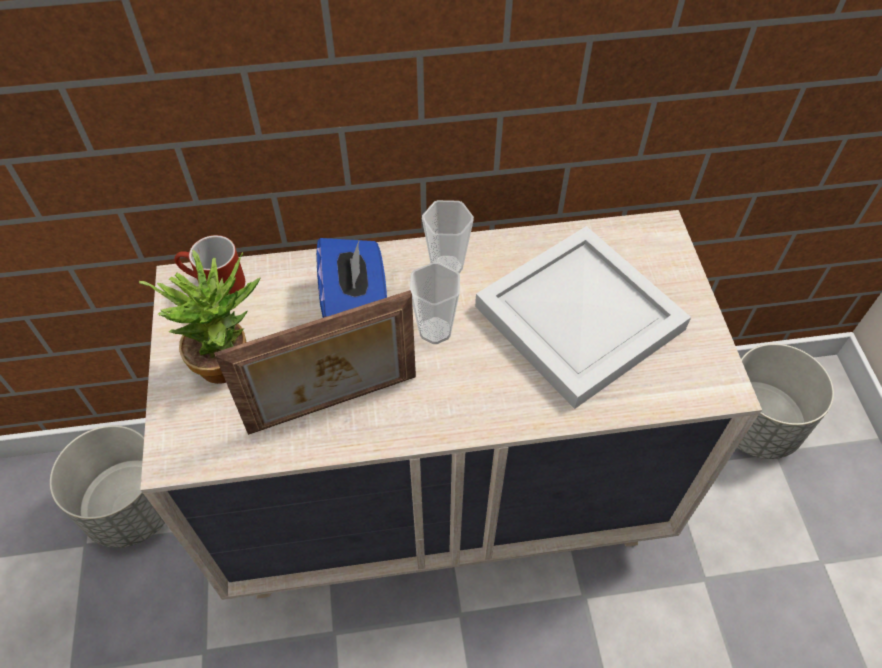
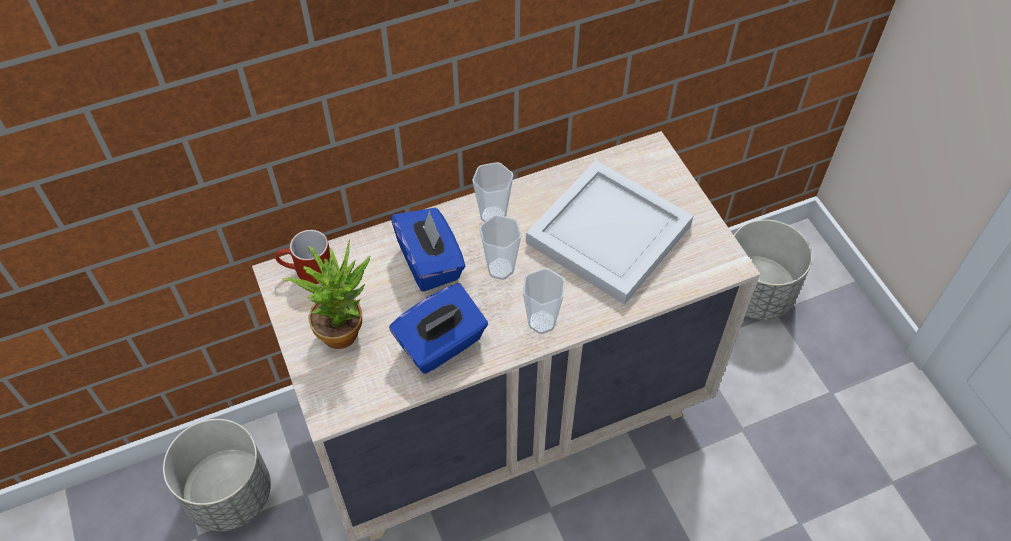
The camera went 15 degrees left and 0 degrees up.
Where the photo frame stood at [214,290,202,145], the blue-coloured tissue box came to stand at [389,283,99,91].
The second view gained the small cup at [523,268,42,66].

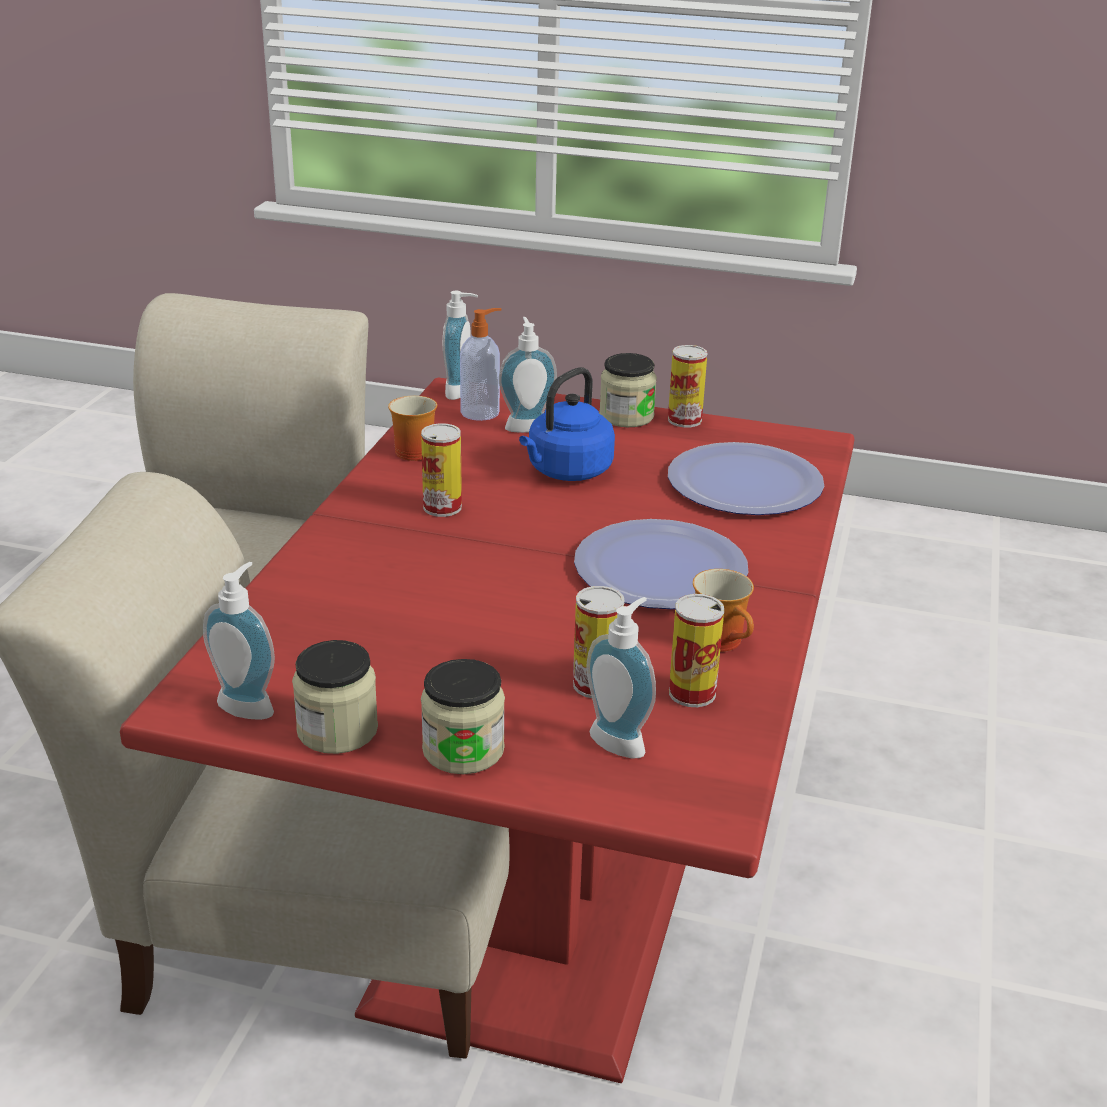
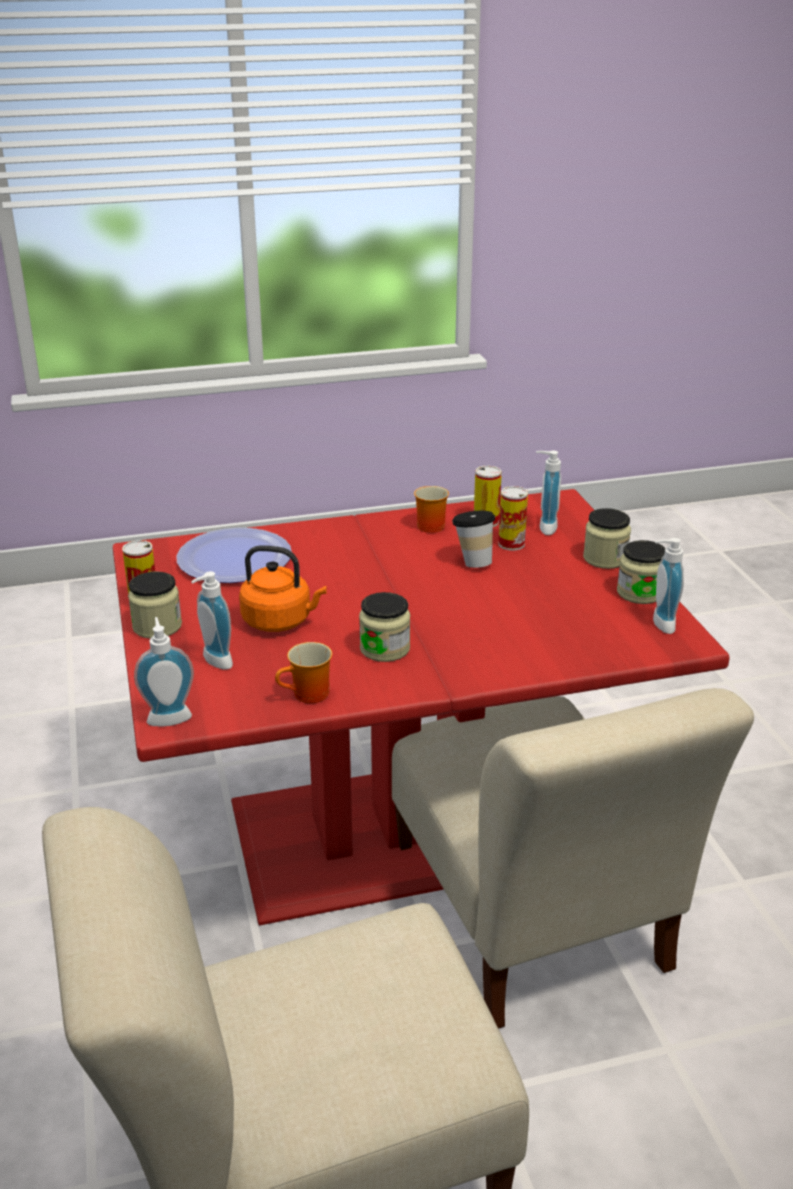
The camera went 120 degrees left and 0 degrees up.
The second view lost the soap bottle at [460,308,41,113].
What was the blue-coloured kettle at [519,367,96,114] turned into the orangey kettle at [239,545,88,87].
Where the can stood at [421,423,41,94], the preserve jar came to stand at [359,592,51,70].
The second view lost the plate at [574,519,174,90].
The second view gained the small cup at [452,511,43,57].

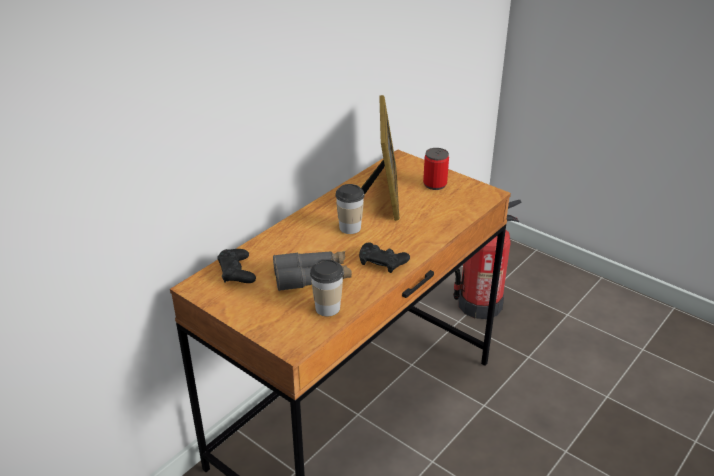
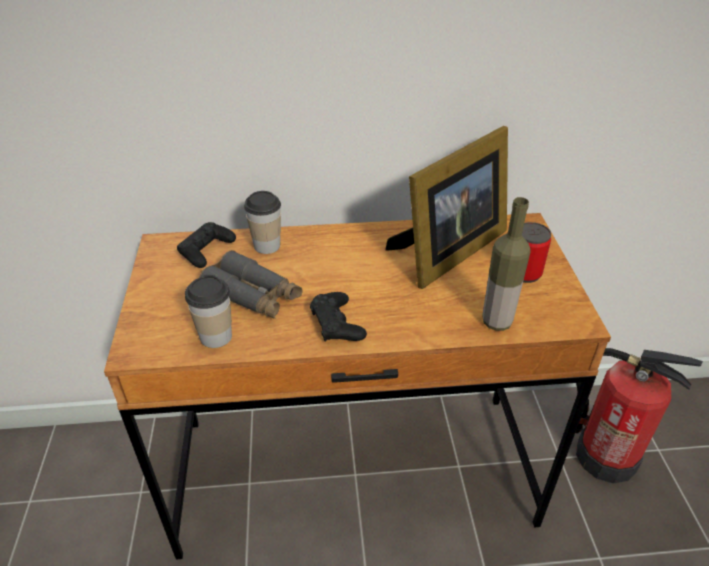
The camera went 45 degrees right and 5 degrees up.
The small cup ended up elsewhere, having gone from [336,184,29,50] to [244,191,37,63].
The second view gained the bottle at [482,197,49,134].

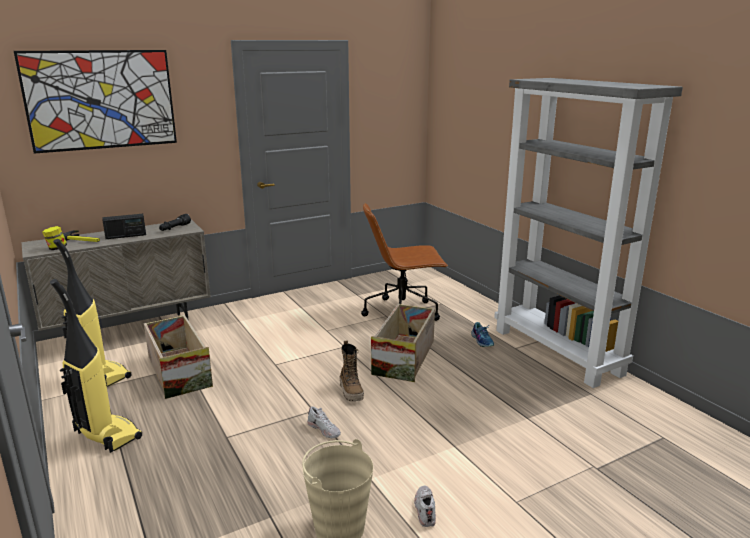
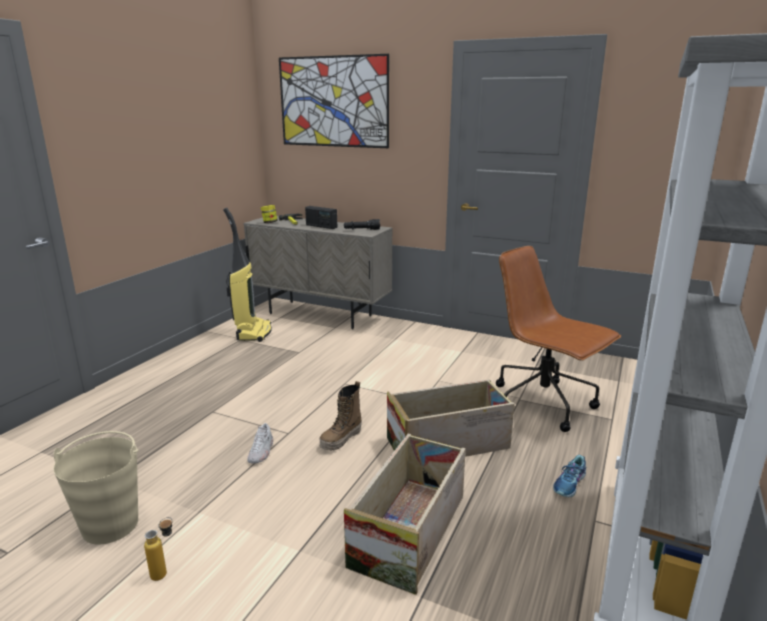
The camera went 55 degrees right and 0 degrees up.
The second view lost the vacuum cleaner at [50,279,92,174].
The crate ended up elsewhere, having gone from [144,315,69,84] to [344,434,122,161].
Where the whitish item of footwear stood at [414,485,22,42], the bottle came to stand at [144,517,29,64].

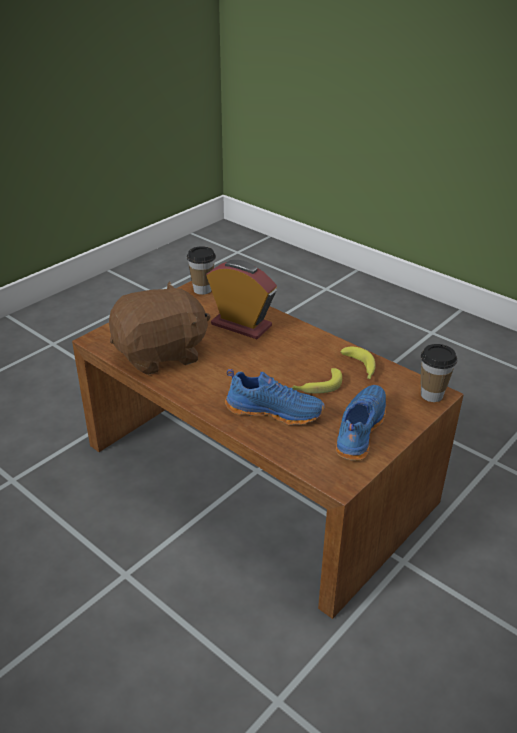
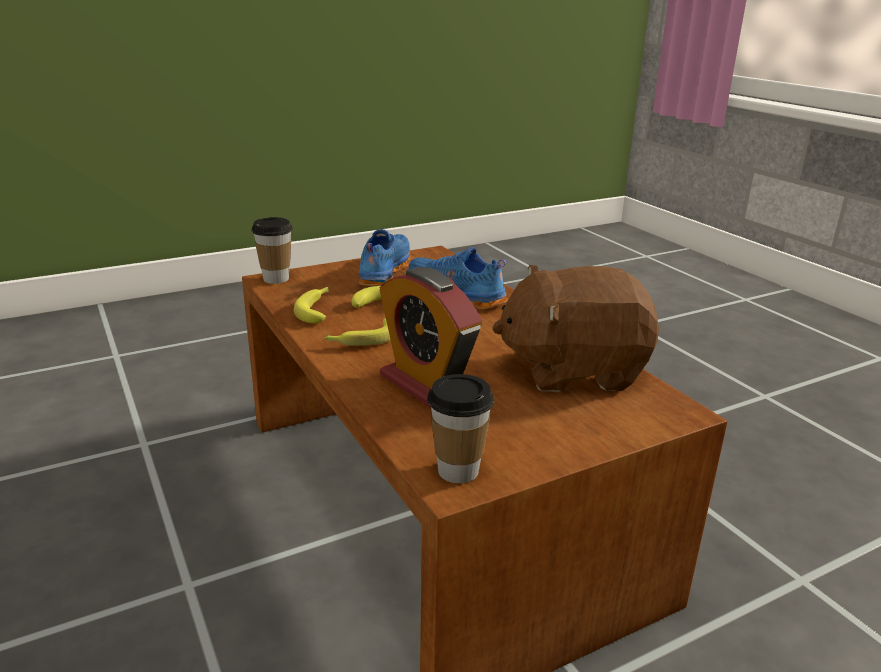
The camera went 160 degrees left and 10 degrees down.
The blue-coloured item of footwear at [336,385,50,76] ended up facing another way, 150 degrees clockwise from before.
The second view gained the banana at [324,318,67,28].

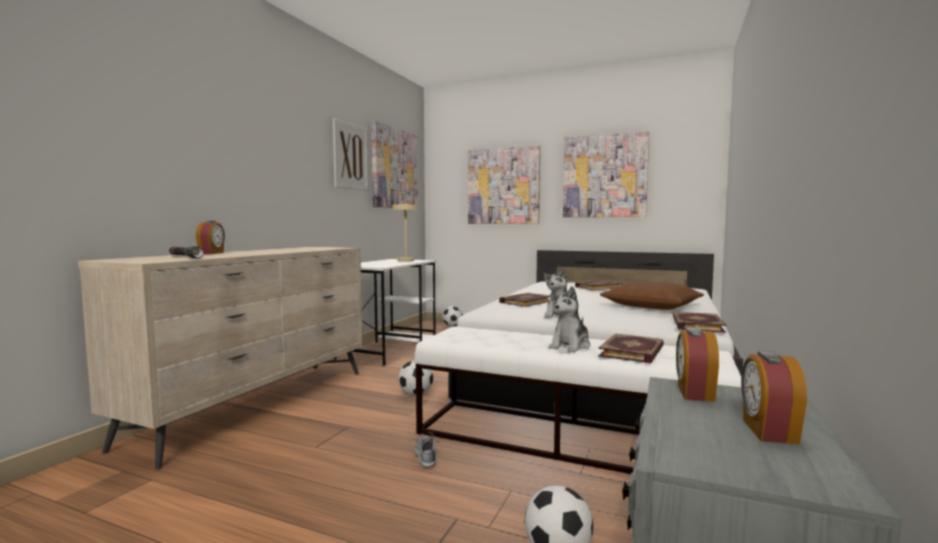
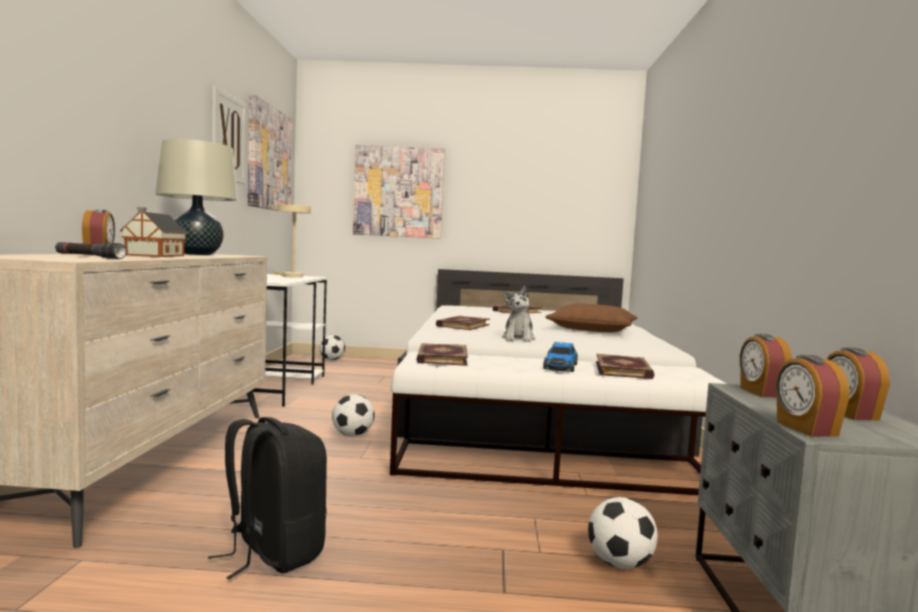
The camera went 20 degrees left and 0 degrees up.
The second view lost the wall art at [563,131,86,86].
Where the soft toy stood at [549,286,41,66], the model car came to stand at [543,342,35,30].
The bound book ended up elsewhere, having gone from [673,312,53,21] to [416,343,52,23].
The second view lost the item of footwear at [412,432,28,36].
The second view gained the beige table lamp at [155,139,83,116].
The second view gained the miniature house at [120,207,67,50].
The second view gained the alarm clock at [775,355,75,82].
The second view gained the black rucksack at [208,417,119,162].

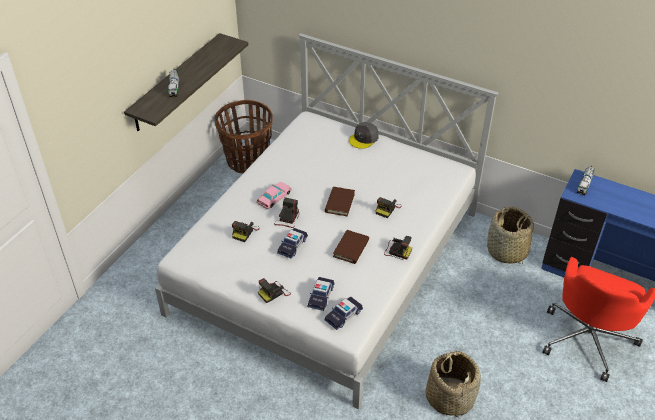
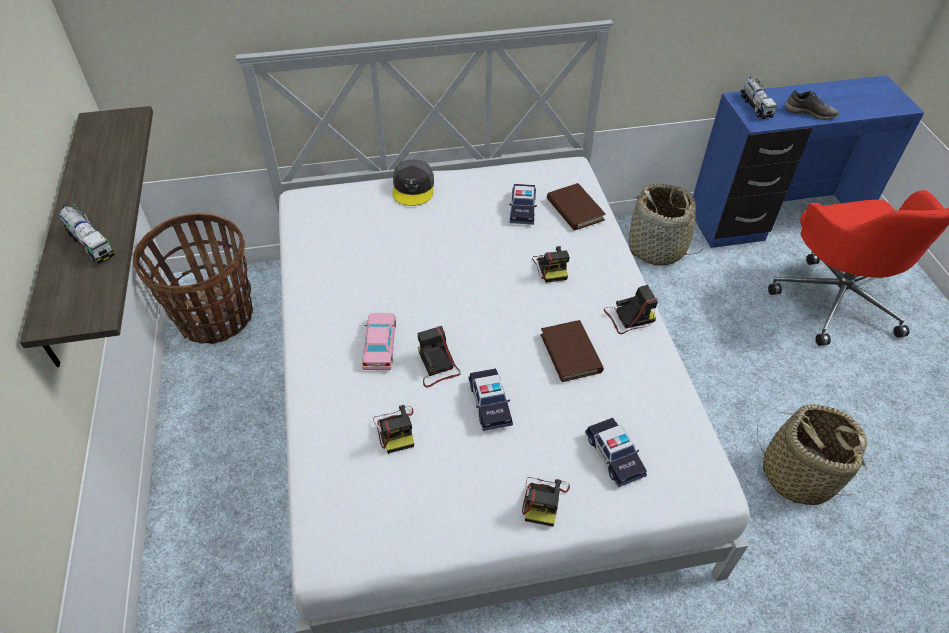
The camera went 40 degrees left and 5 degrees up.
The brown-coloured bound book ended up elsewhere, having gone from [325,187,30,29] to [547,183,59,48].
The model car ended up elsewhere, having gone from [324,297,39,33] to [509,184,28,41].
The second view gained the gray item of footwear at [784,90,55,29].

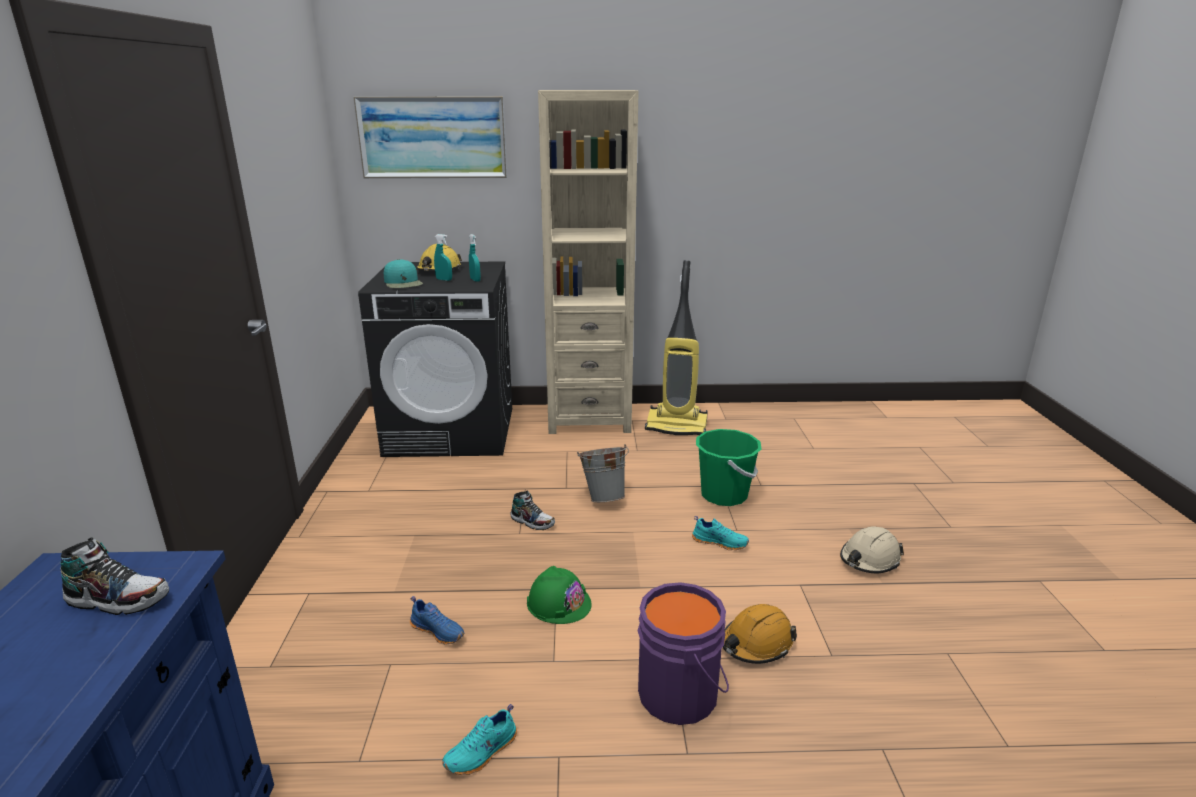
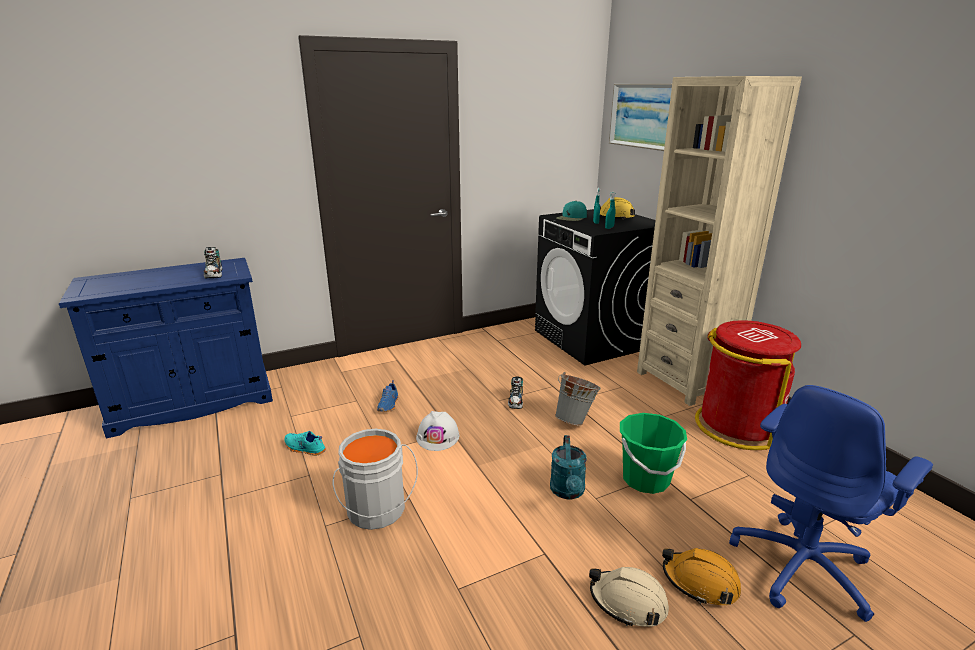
The camera went 65 degrees right and 0 degrees up.
Where the vacuum cleaner stood at [645,260,63,175], the red-coloured rubbish bin came to stand at [695,320,106,130].
Where the blue-green item of footwear stood at [692,516,57,34], the blue-green watering can came to stand at [550,435,37,64].
What was the green work helmet at [527,566,64,58] turned into the whitish work helmet at [416,411,43,40].
What was the purple-coloured water bucket at [638,582,91,143] turned into the gray water bucket at [333,429,85,101].
The orangey work helmet ended up elsewhere, having gone from [722,604,75,60] to [662,548,79,57].
The second view gained the blue-coloured computer chair at [729,385,204,237].

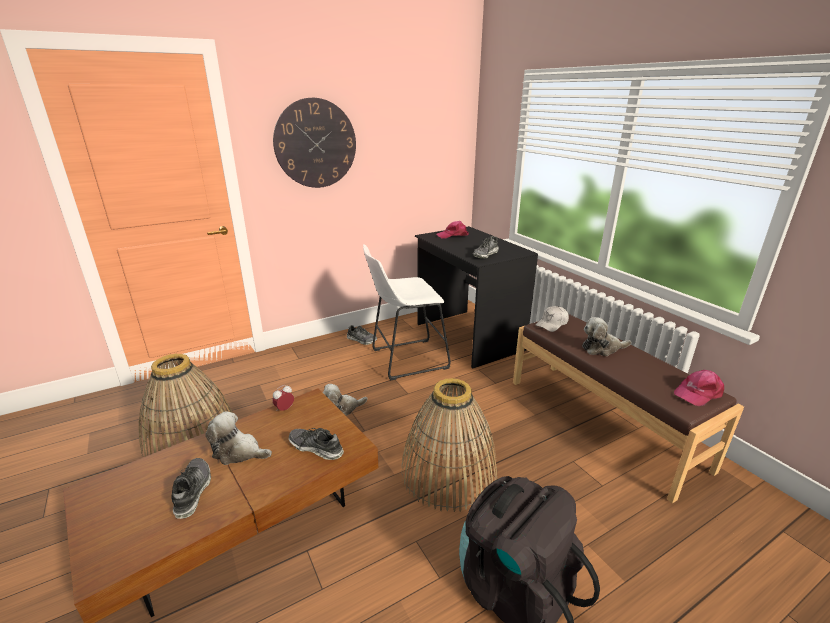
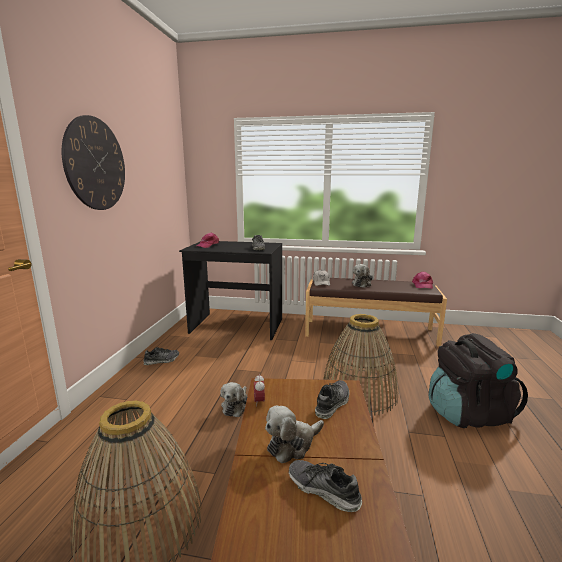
The camera went 50 degrees left and 10 degrees down.
The second view lost the whitish stool at [363,244,88,137].
The item of footwear at [288,428,56,32] ended up facing another way, 150 degrees clockwise from before.

